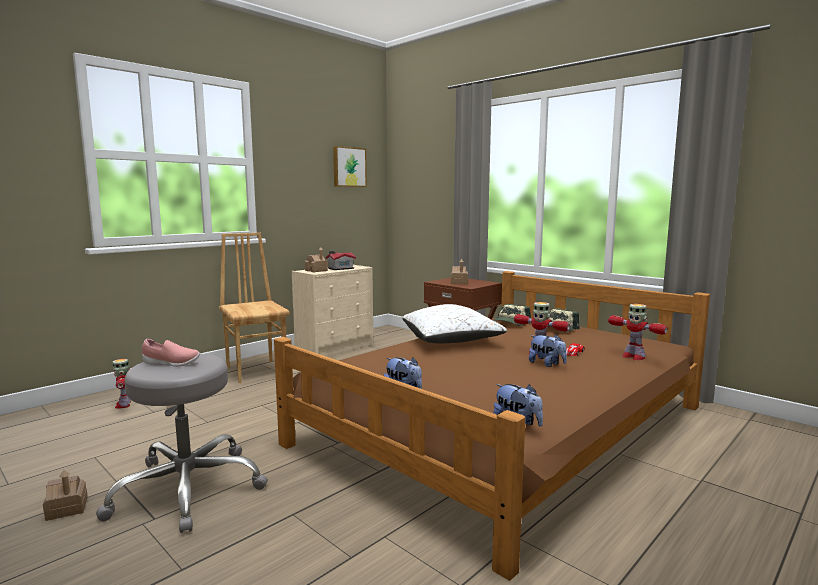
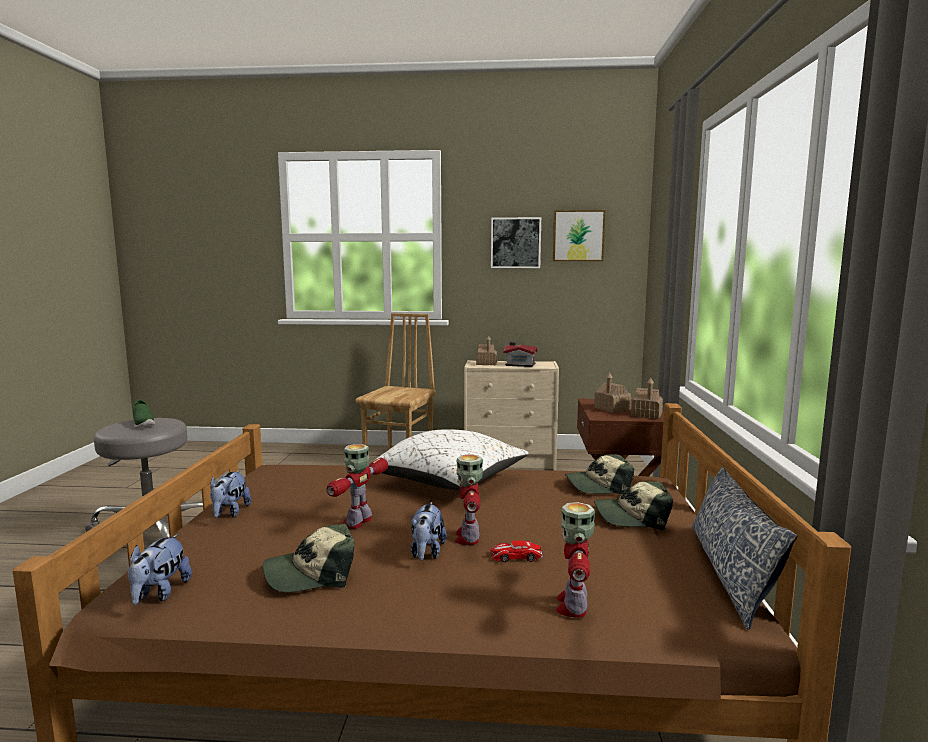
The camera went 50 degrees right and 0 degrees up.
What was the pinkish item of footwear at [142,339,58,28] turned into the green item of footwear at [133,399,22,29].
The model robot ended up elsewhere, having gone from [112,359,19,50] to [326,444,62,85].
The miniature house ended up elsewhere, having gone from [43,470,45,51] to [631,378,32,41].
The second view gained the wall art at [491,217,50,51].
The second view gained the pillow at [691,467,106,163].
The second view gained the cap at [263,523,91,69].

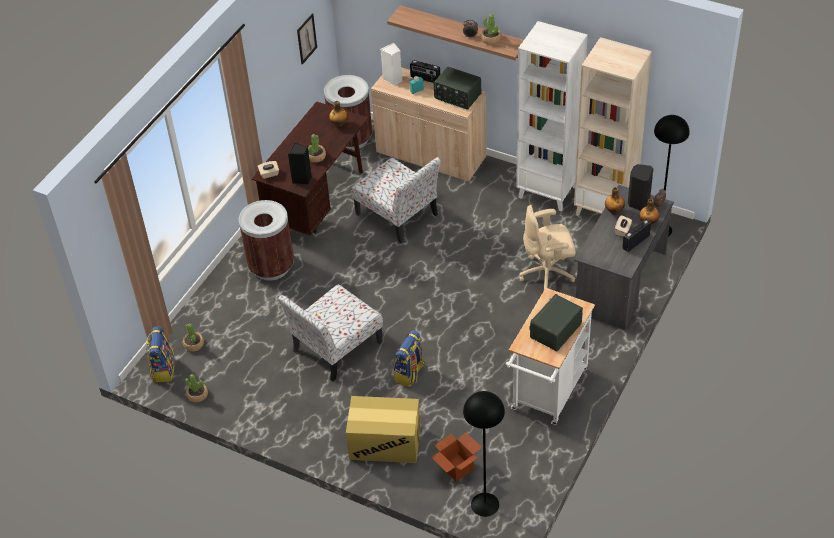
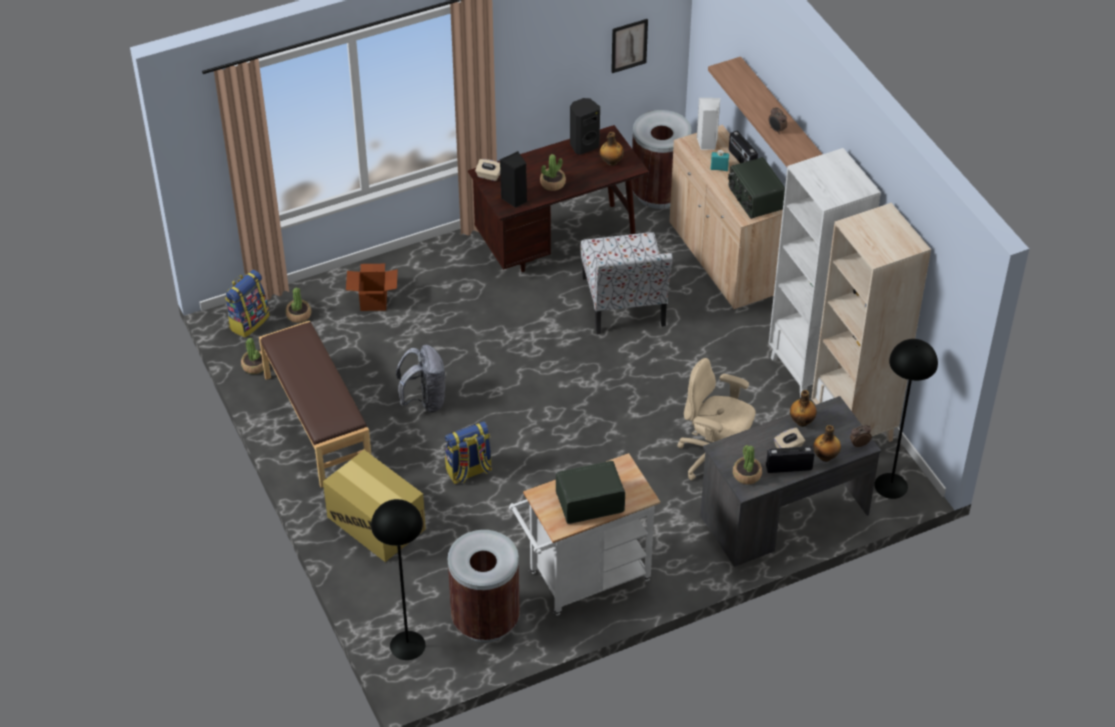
The camera went 35 degrees right and 0 degrees up.
The potted plant ended up elsewhere, having gone from [481,14,20,31] to [733,445,29,40].
The black audio speaker ended up elsewhere, having gone from [628,164,25,47] to [570,98,30,57].
The brown-coloured rubbish bin ended up elsewhere, having gone from [239,200,55,81] to [448,530,72,112].
Where the chair stood at [278,285,105,97], the gray rucksack came to stand at [396,345,50,67].
The cardboard box ended up elsewhere, having gone from [431,432,51,50] to [346,264,52,47].
The second view gained the brown-coloured long seat at [259,321,113,167].

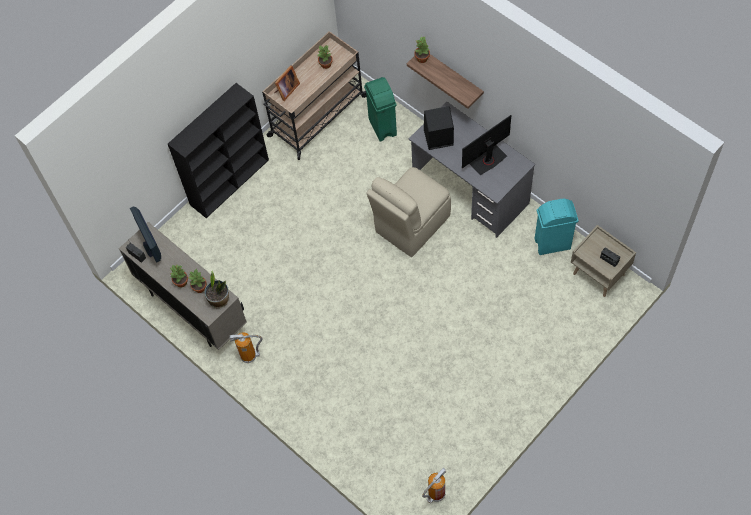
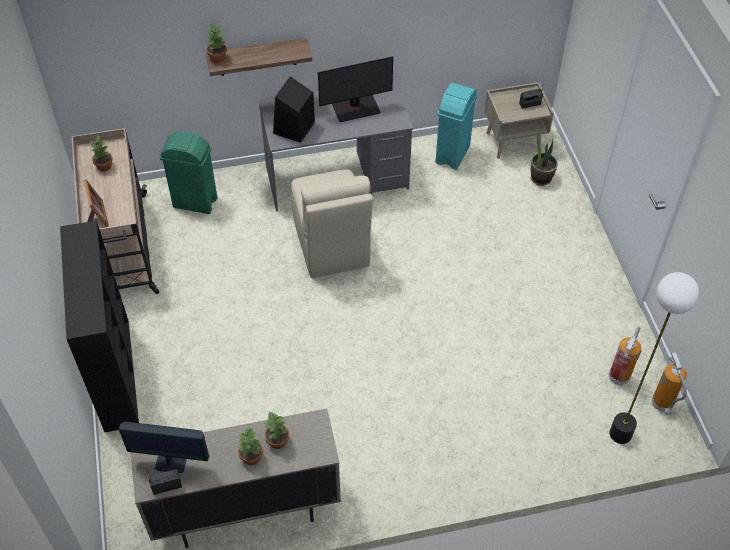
The camera went 60 degrees left and 10 degrees down.
The computer display at [462,115,49,60] ended up facing another way, 105 degrees counterclockwise from before.
The potted plant ended up elsewhere, having gone from [204,271,25,37] to [531,140,27,46].
The fire-fighting cylinder ended up elsewhere, having gone from [230,332,32,31] to [609,326,33,59].
The second view gained the standard lamp at [609,272,90,172].

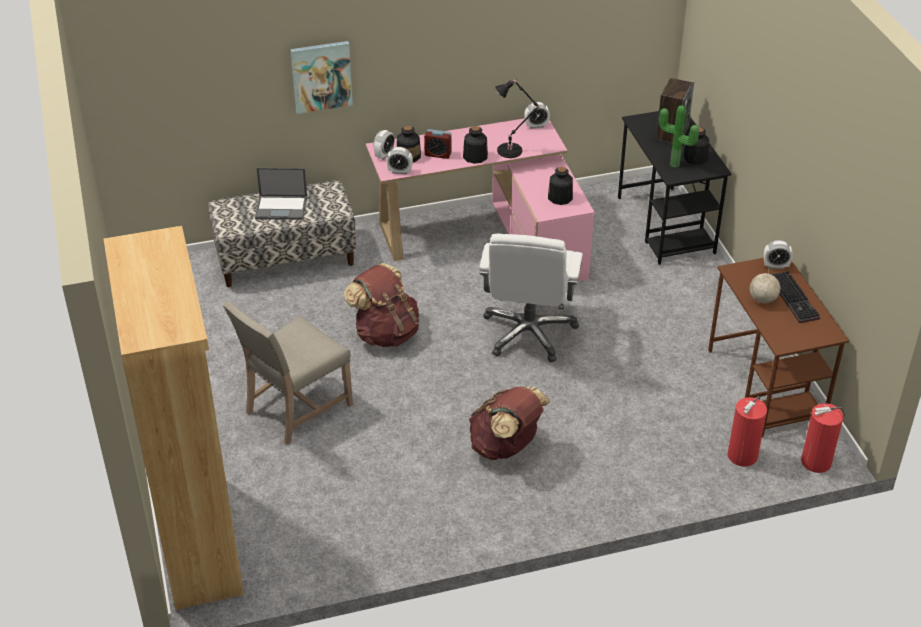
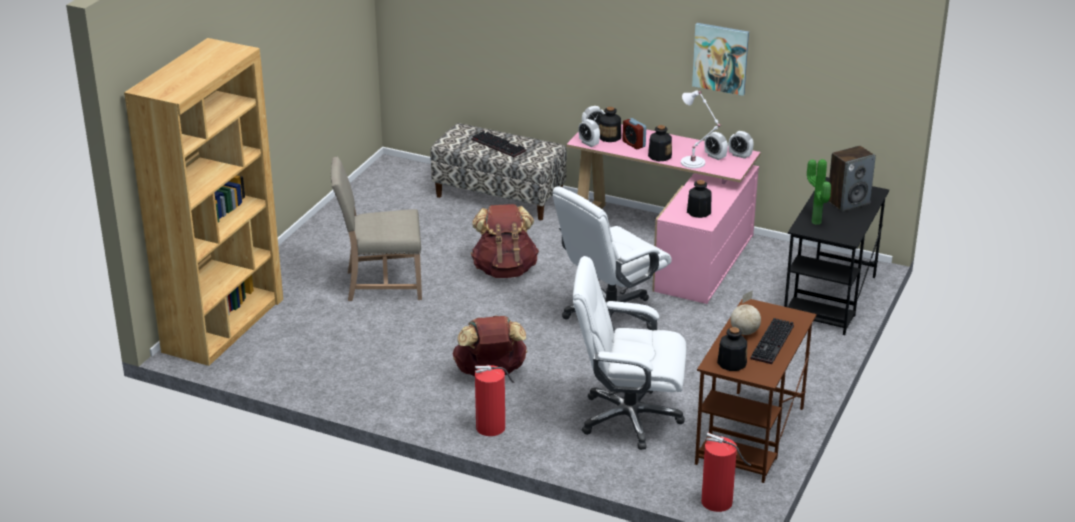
The camera went 40 degrees right and 10 degrees down.
The wall art ended up elsewhere, having gone from [290,41,63,73] to [692,23,57,73].
What was the black table lamp at [496,79,44,79] turned into the whitish table lamp at [681,90,39,78].
The bottle ended up elsewhere, having gone from [683,127,26,38] to [717,327,30,44].
Where the portable computer stood at [255,168,52,52], the keyboard came to stand at [471,131,55,26].
The alarm clock ended up elsewhere, having gone from [764,240,29,29] to [704,132,24,28].
The fire-fighting cylinder ended up elsewhere, having gone from [728,396,39,71] to [475,365,39,71].
The second view gained the whitish computer chair at [573,256,113,194].

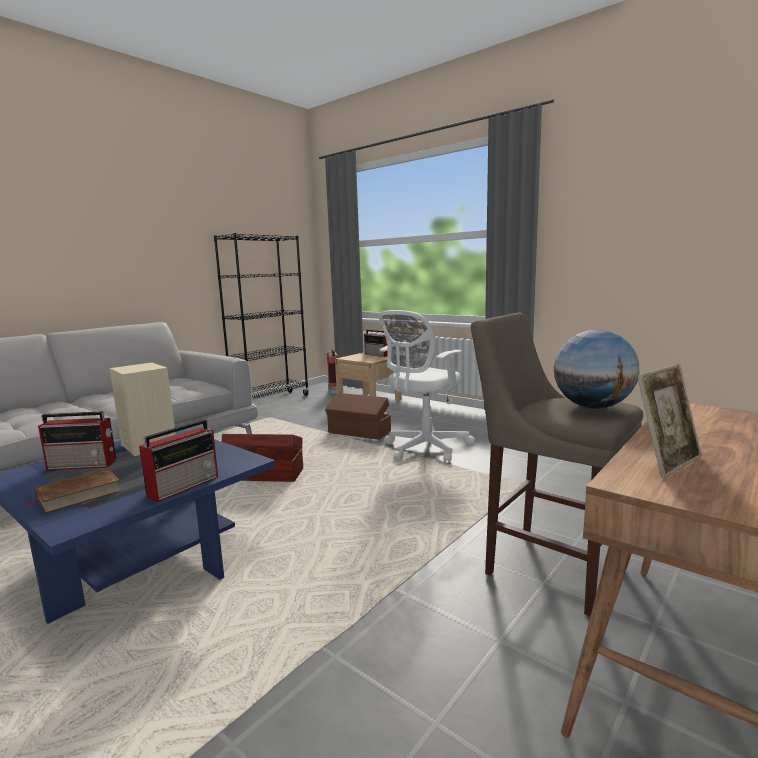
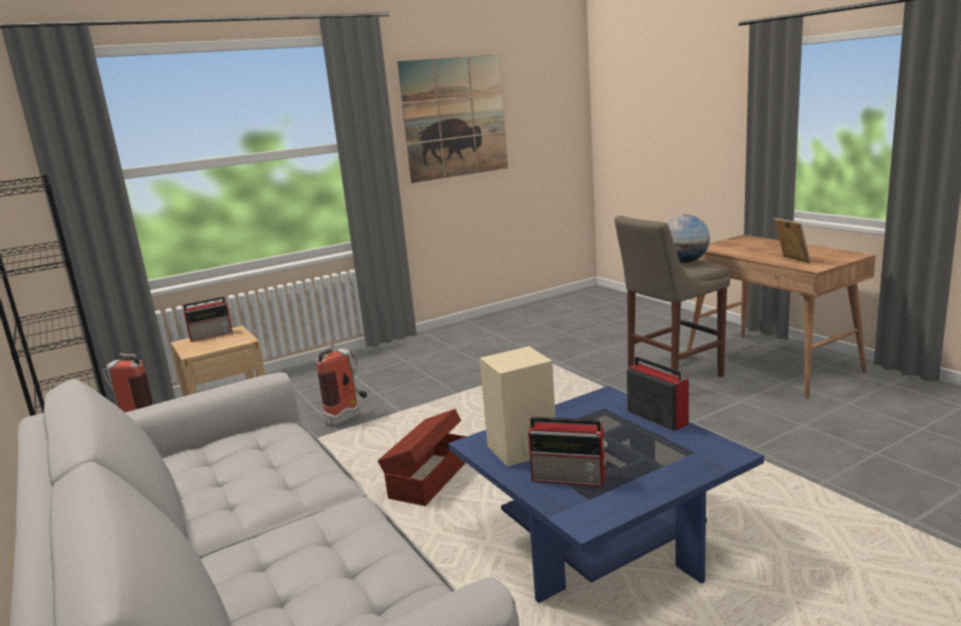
The camera went 70 degrees left and 5 degrees up.
The second view lost the whitish computer chair at [378,310,97,152].
Where the brown-coloured storage box stood at [325,393,66,47], the fire-fighting cylinder came to stand at [316,344,51,82].
The radio at [38,411,78,59] ended up facing another way, 90 degrees clockwise from before.
The second view lost the brown-coloured bound book at [24,468,97,46].
The second view gained the wall art at [397,55,111,128].

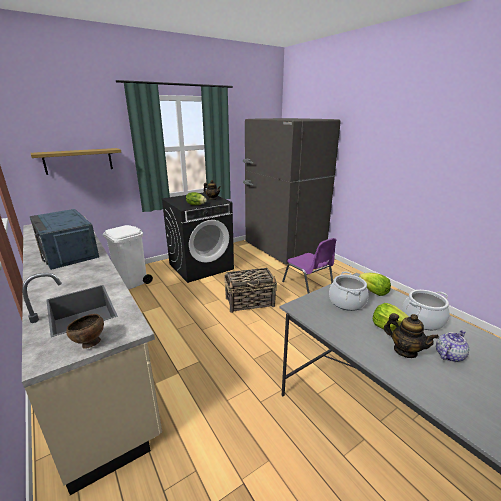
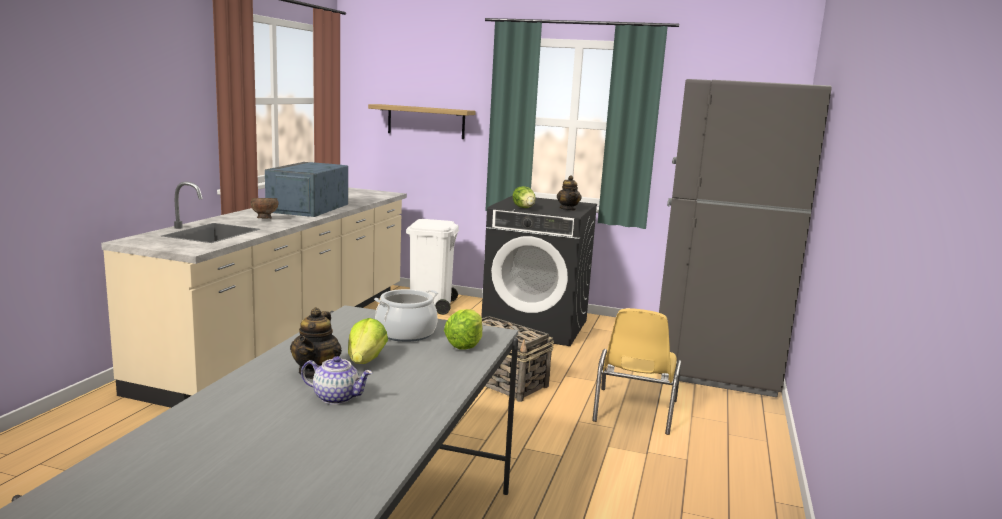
The camera went 50 degrees right and 10 degrees down.
What was the purple-coloured chair at [282,238,54,55] turned into the yellow chair at [592,308,90,127].
The second view lost the cooking pot at [402,290,48,40].
The brown-coloured bowl ended up elsewhere, having gone from [66,314,38,35] to [250,198,28,20].

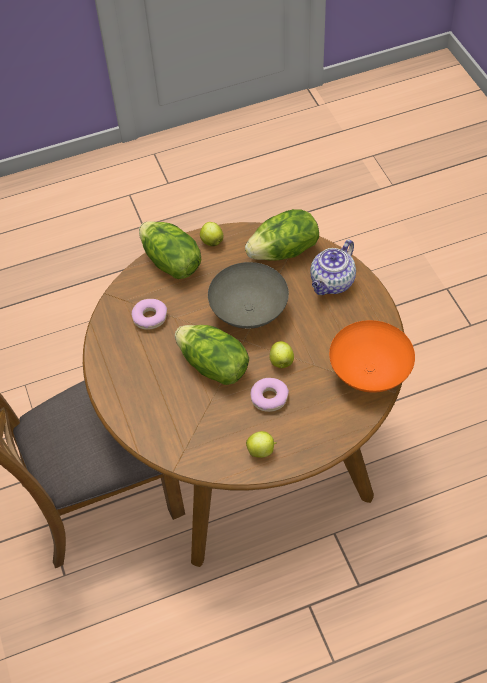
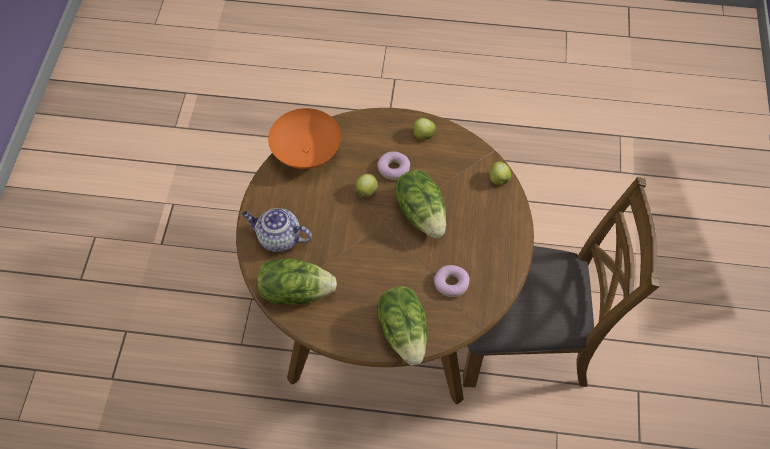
The camera went 155 degrees left and 5 degrees up.
The whole apple ended up elsewhere, having gone from [200,222,24,24] to [489,161,22,24].
The pot for tea at [310,239,46,56] ended up facing another way, 135 degrees counterclockwise from before.
The second view lost the gray bowl at [208,262,81,67].

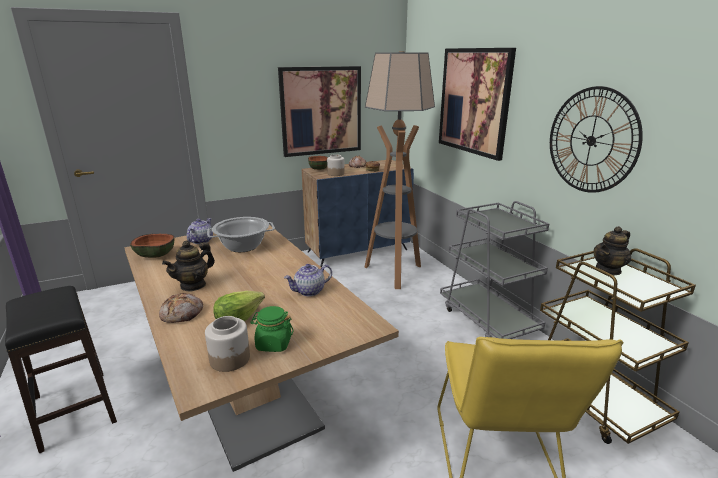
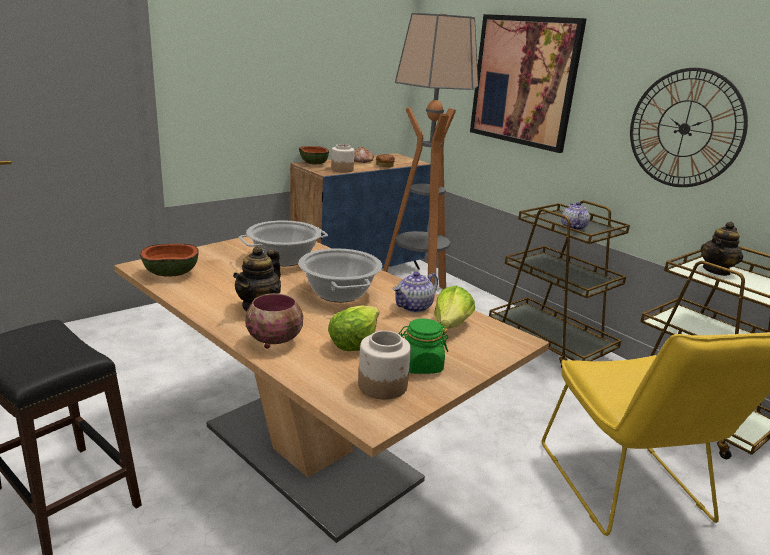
The camera went 15 degrees left and 0 degrees up.
The second view lost the wall art at [278,66,83,91].
What was the gray cart at [440,201,109,138] turned into the brown-coloured cart at [489,200,141,168].
The pot for tea ended up elsewhere, having gone from [187,218,26,26] to [561,202,29,29].
Where the baked bread stood at [159,293,44,30], the bowl came to stand at [245,293,58,56].
The second view gained the cooking pot at [298,248,84,54].
The second view gained the lettuce at [434,286,41,43].

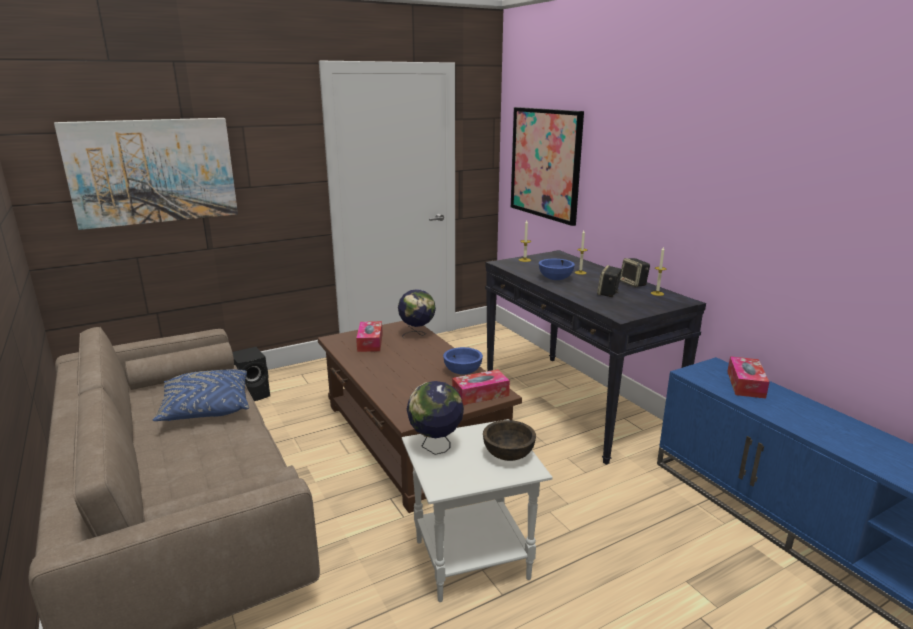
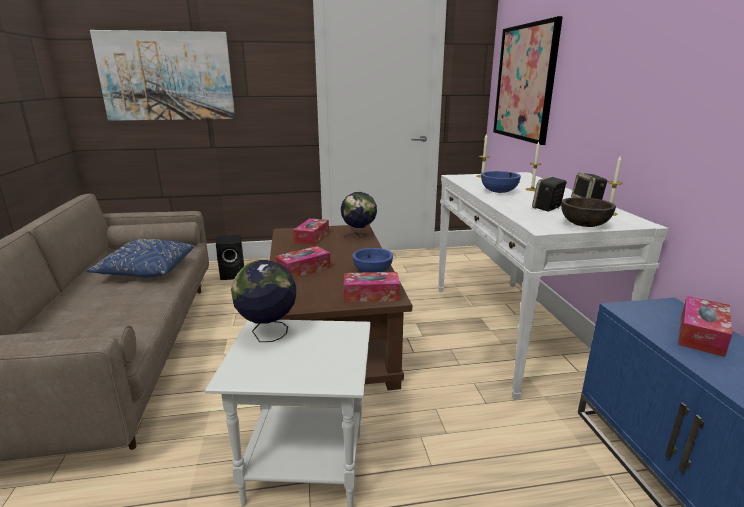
The camera went 20 degrees right and 0 degrees up.
What was the black narrow table at [485,250,221,215] turned into the whitish narrow table at [438,172,231,228].
The brown-coloured bowl ended up elsewhere, having gone from [483,420,53,41] to [562,197,54,30].
The second view gained the tissue box at [275,246,56,32].

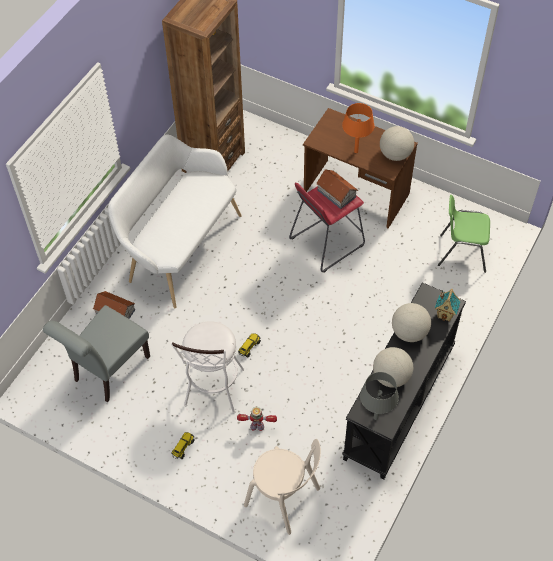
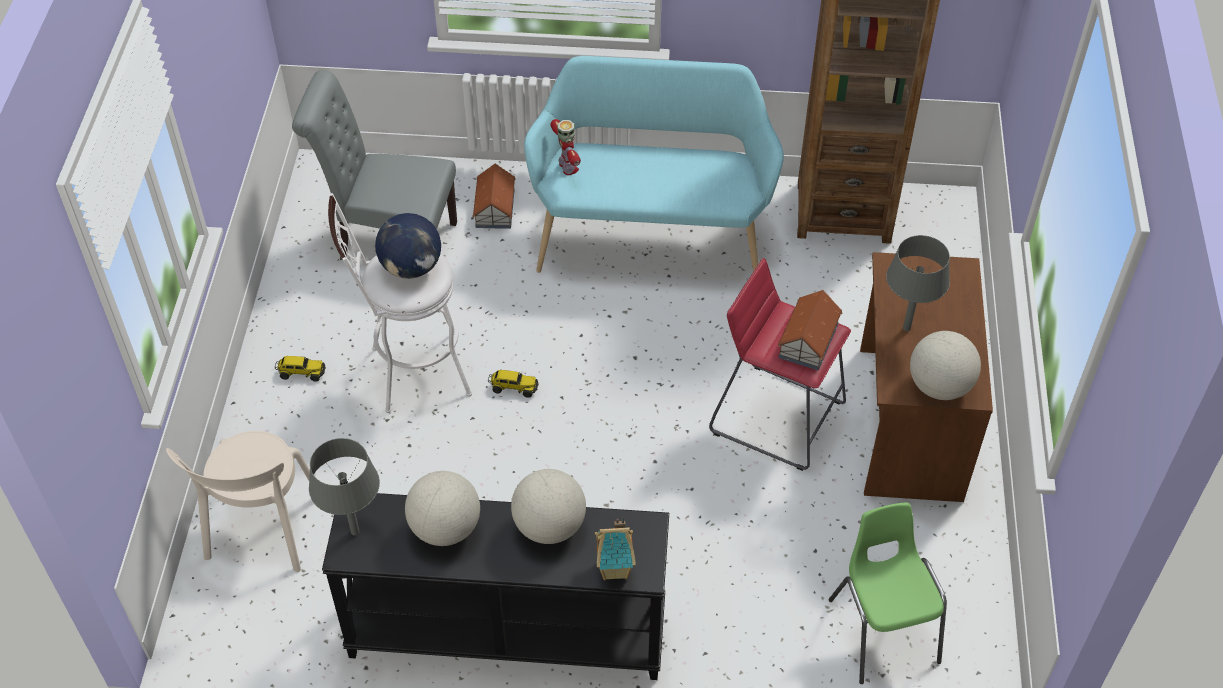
The camera went 65 degrees right and 5 degrees down.
What was the orangey table lamp at [342,103,32,50] turned into the gray table lamp at [886,235,64,96].
What was the whitish long seat at [108,134,134,174] turned into the blue-green long seat at [524,56,260,217].
The model robot ended up elsewhere, having gone from [237,406,40,25] to [550,119,31,56].
The second view gained the desk globe at [375,213,66,66].

